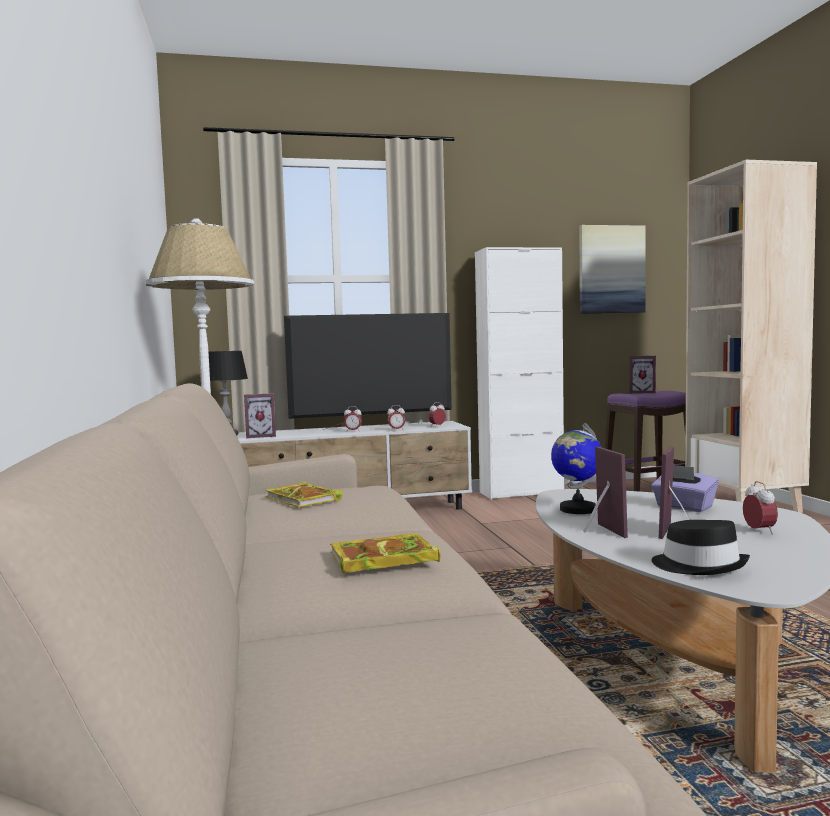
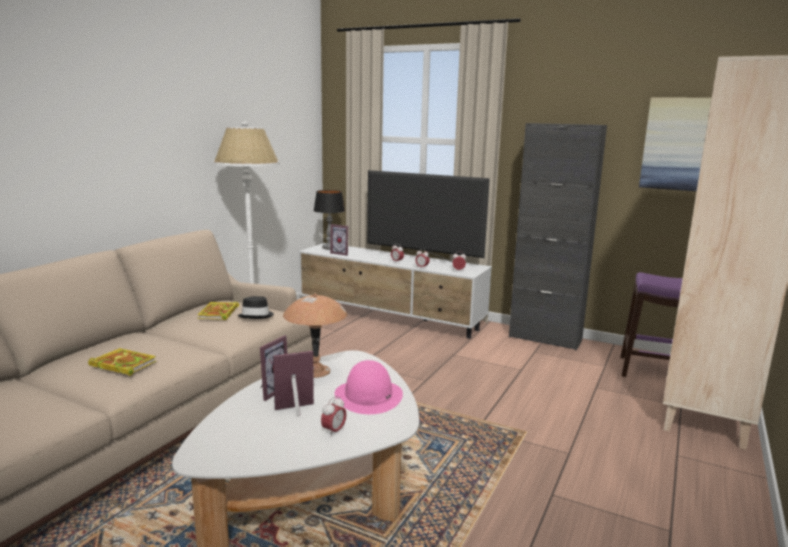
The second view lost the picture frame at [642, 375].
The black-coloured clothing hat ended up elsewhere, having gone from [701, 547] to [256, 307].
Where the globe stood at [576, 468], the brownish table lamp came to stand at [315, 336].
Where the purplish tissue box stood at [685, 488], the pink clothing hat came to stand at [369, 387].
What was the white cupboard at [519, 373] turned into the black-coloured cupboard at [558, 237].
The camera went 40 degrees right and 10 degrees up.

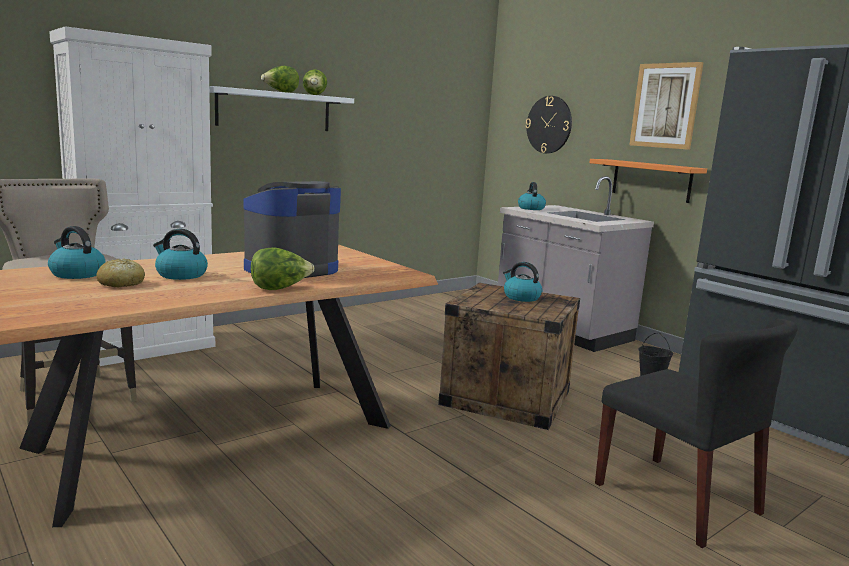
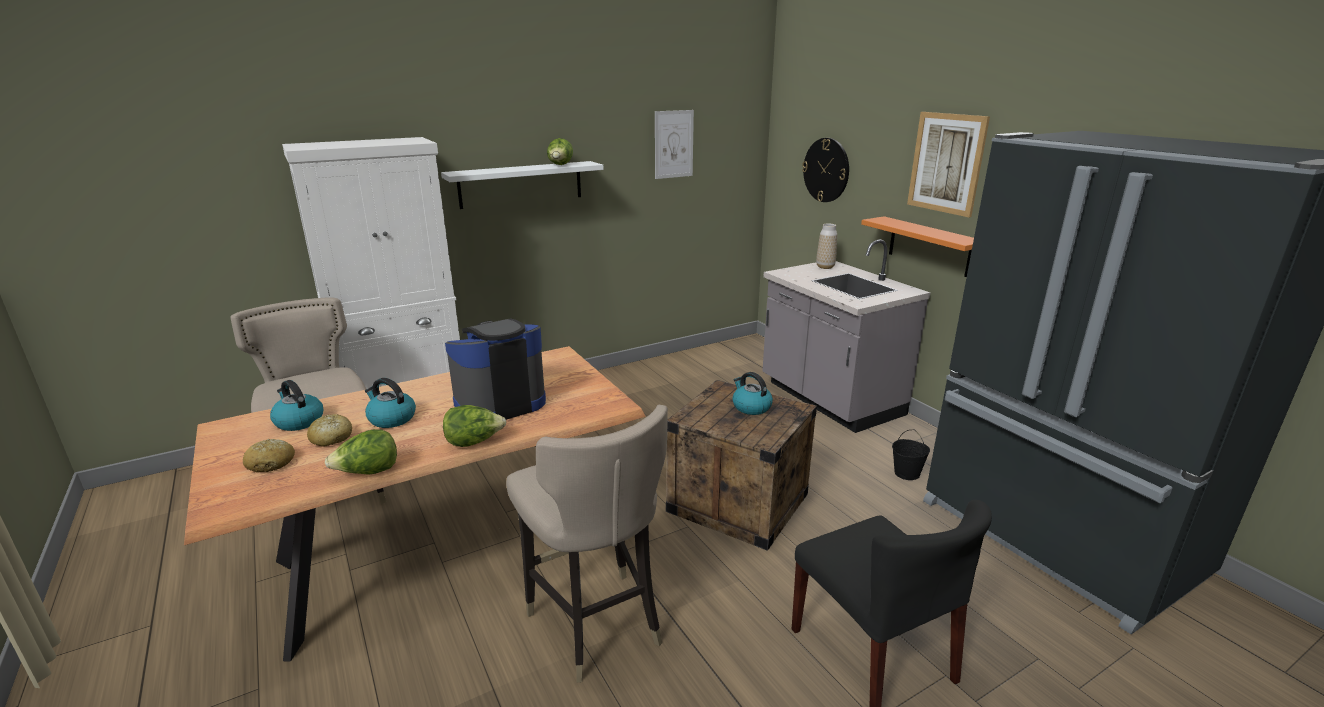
The second view lost the kettle at [532, 196].
The second view gained the bread at [269, 456].
The second view gained the sand-coloured stool at [587, 544].
The second view gained the picture at [674, 144].
The second view gained the flower vase at [826, 246].
The lettuce head ended up elsewhere, having gone from [280, 79] to [361, 452].
The camera went 10 degrees right and 10 degrees up.

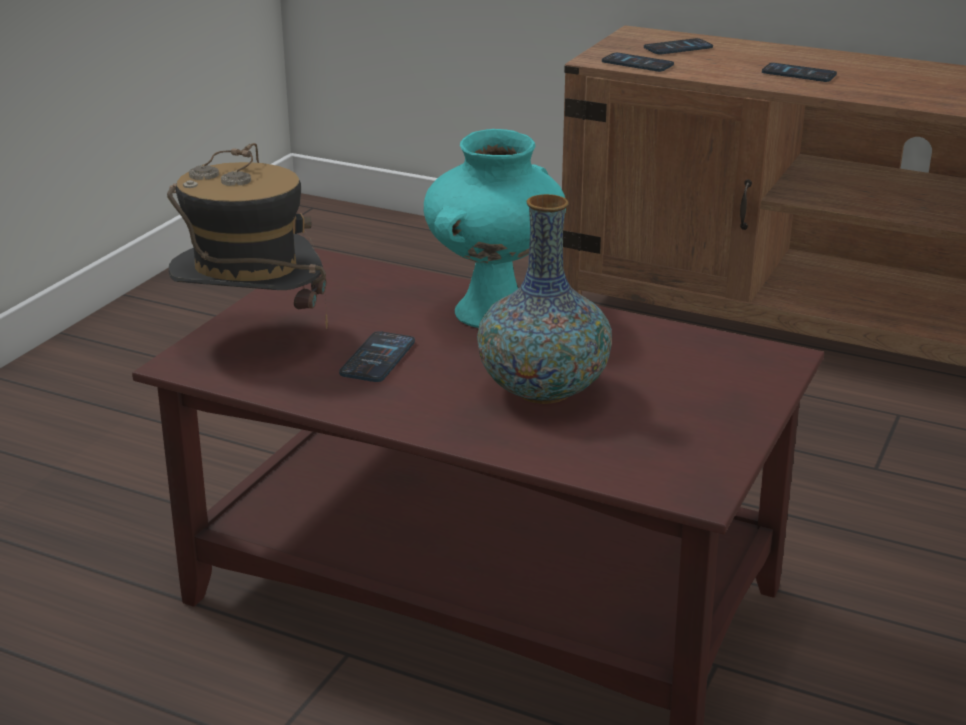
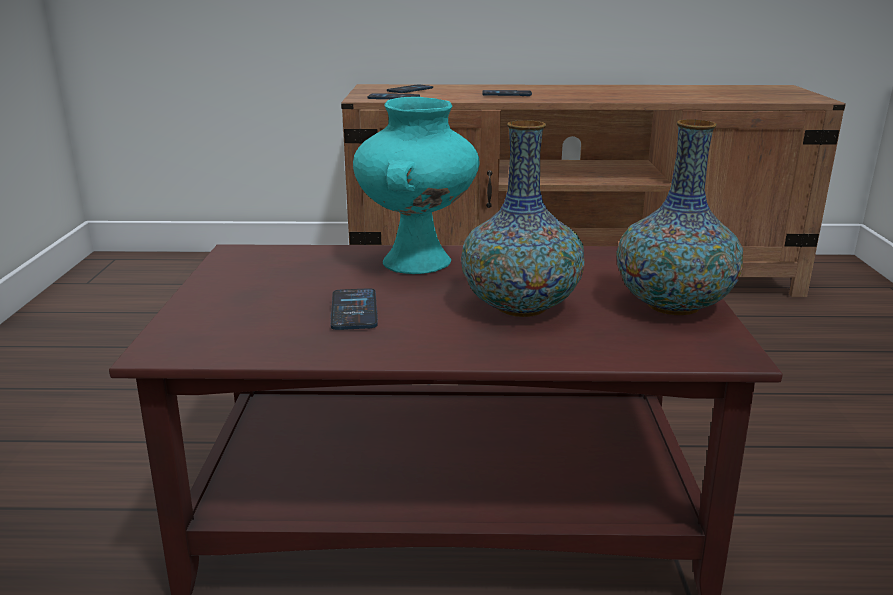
The second view lost the clothing hat at [247, 236].
The second view gained the flower vase at [679, 217].
The camera went 25 degrees left and 5 degrees down.

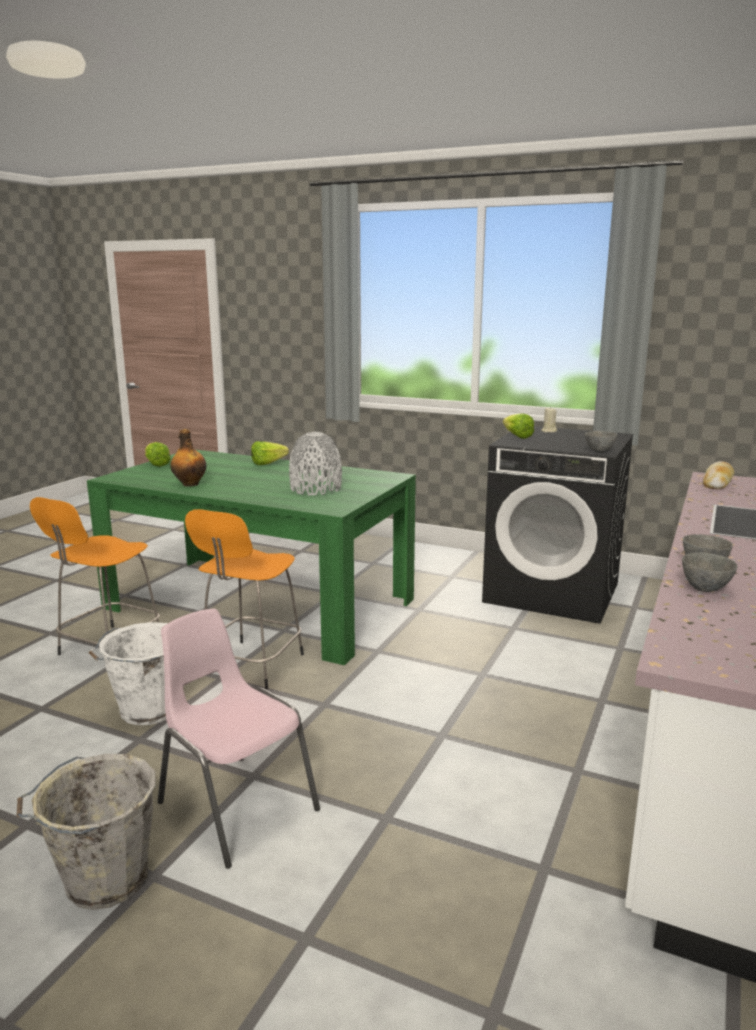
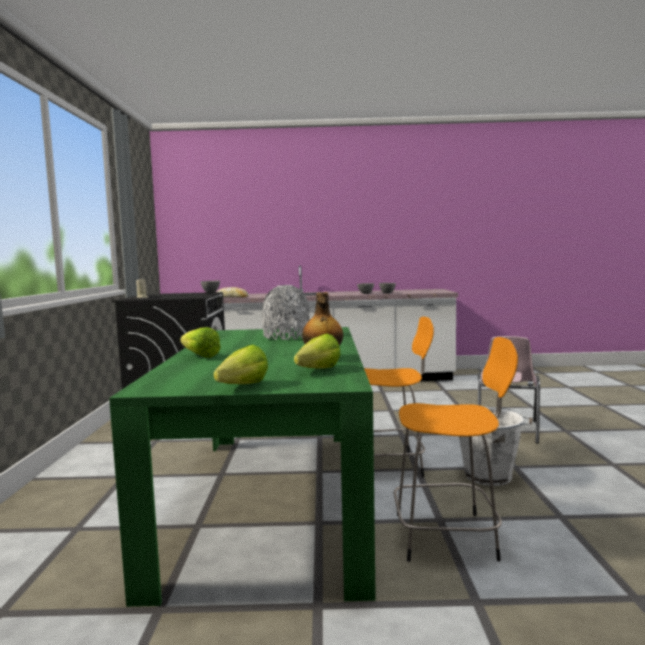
The second view lost the grey bucket at [86, 832].
The lettuce head ended up elsewhere, having gone from [518, 426] to [317, 351].
The camera went 115 degrees left and 10 degrees down.

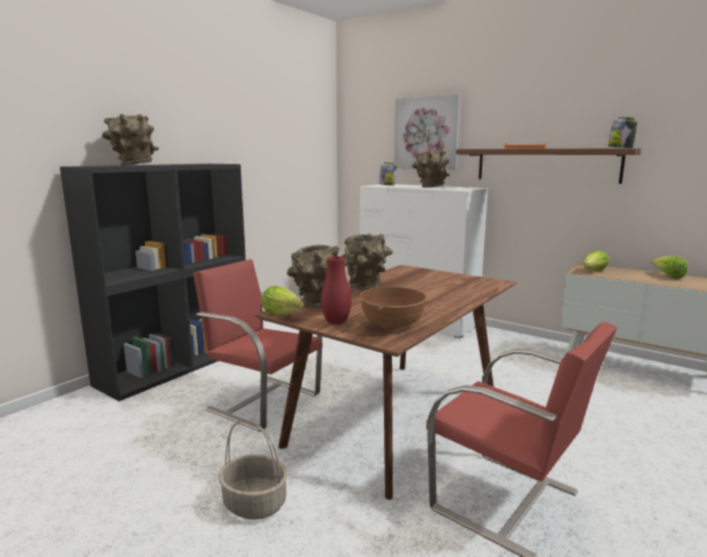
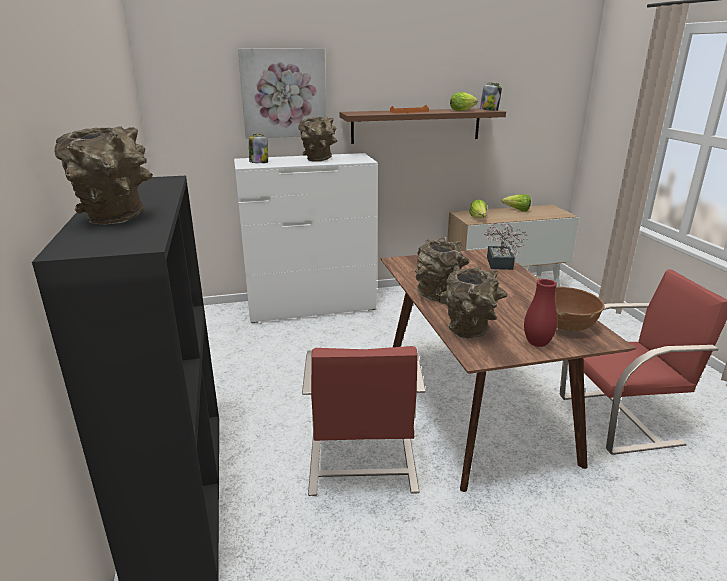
The second view lost the household basket at [253, 470].
The second view gained the plant in a pot at [506, 246].
The lettuce head ended up elsewhere, having gone from [282, 301] to [464, 101].
The red-coloured plain chair at [258, 345] ended up facing another way, 75 degrees counterclockwise from before.
The camera went 50 degrees left and 10 degrees up.

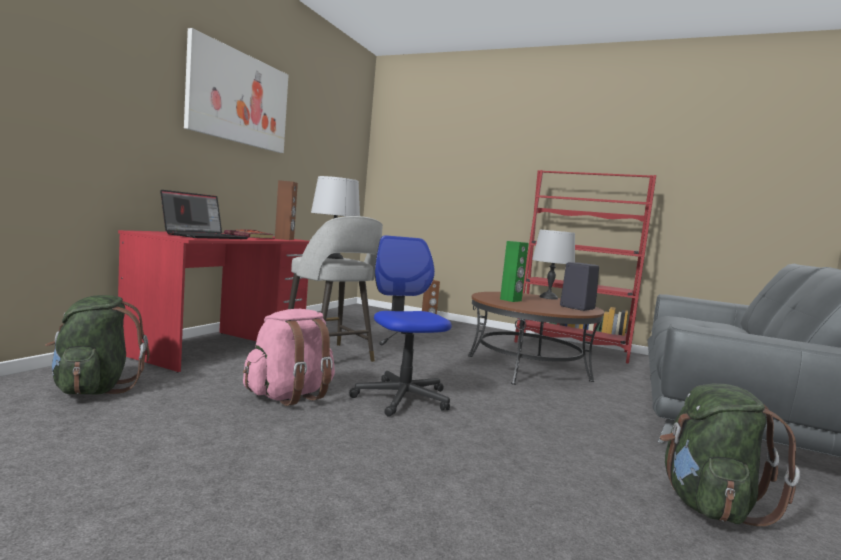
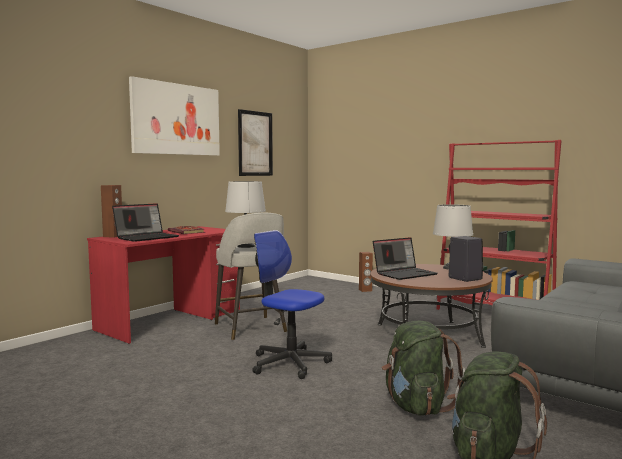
The second view lost the pink rucksack at [289, 357].
The second view gained the picture at [255, 142].
The green rucksack ended up elsewhere, having gone from [97, 344] to [423, 368].
The brownish audio speaker ended up elsewhere, having gone from [286, 210] to [111, 211].
Where the green audio speaker stood at [514, 271], the portable computer came to stand at [405, 258].
The desk chair at [400, 326] ended up facing another way, 45 degrees counterclockwise from before.
The camera went 15 degrees right and 0 degrees up.

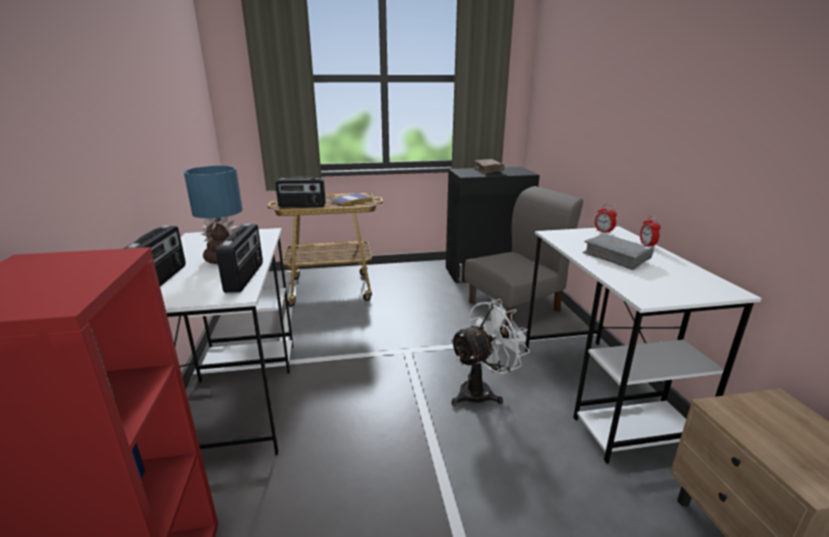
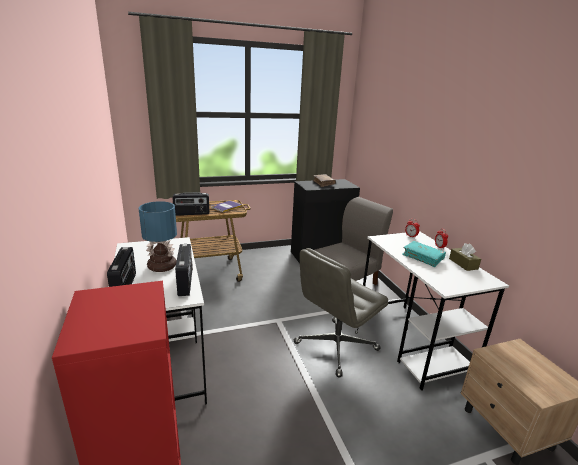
The second view gained the brownish tissue box at [465, 257].
Where the white cooling fan stood at [489, 352], the grey desk chair came to stand at [341, 312].
What was the grey volume at [618, 252] turned into the turquoise-coloured volume at [424, 254].
The camera went 10 degrees left and 0 degrees up.

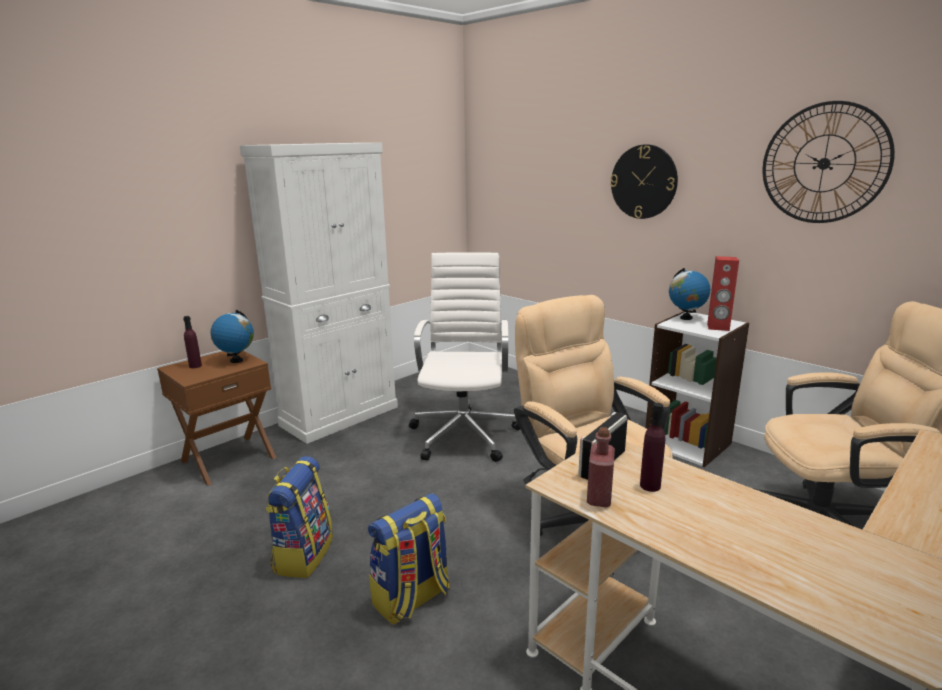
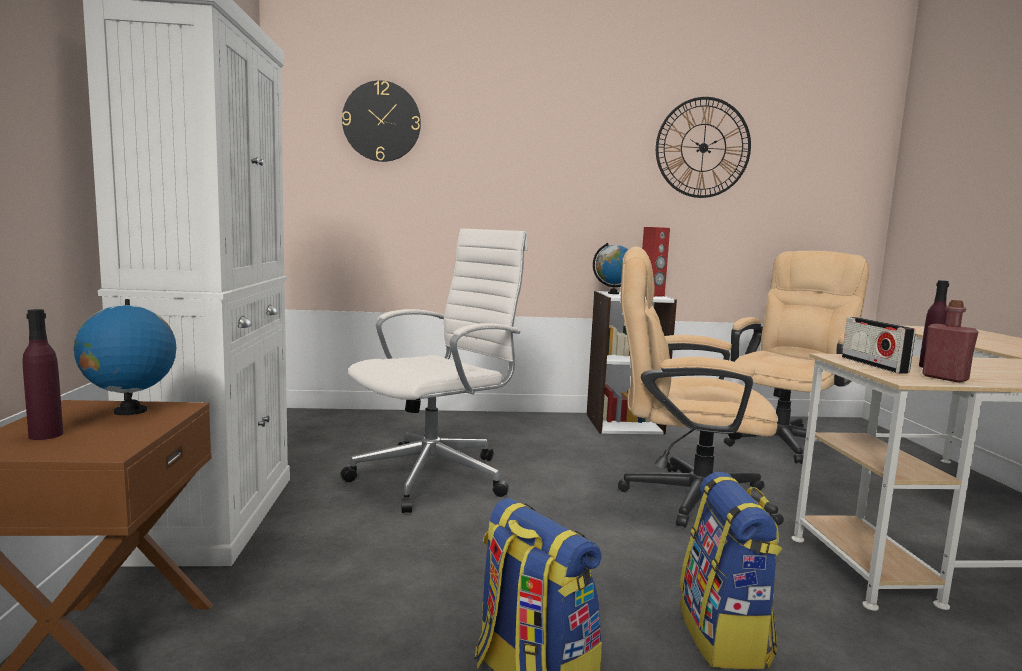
The hanging clock ended up elsewhere, having gone from [644, 181] to [381, 121].
The white desk chair at [464, 357] ended up facing another way, 90 degrees clockwise from before.
The camera went 50 degrees left and 10 degrees down.

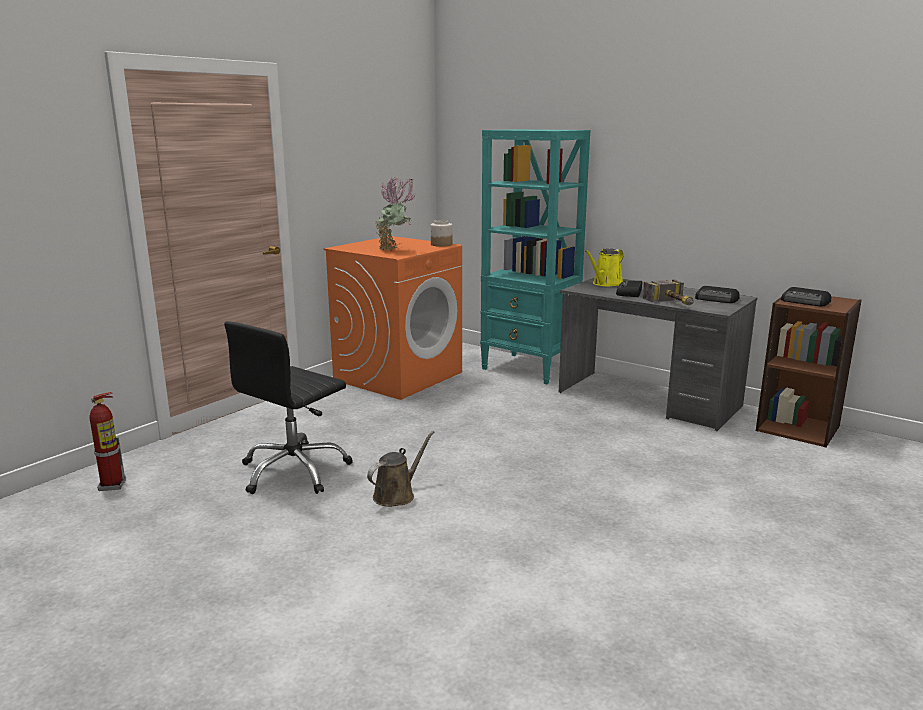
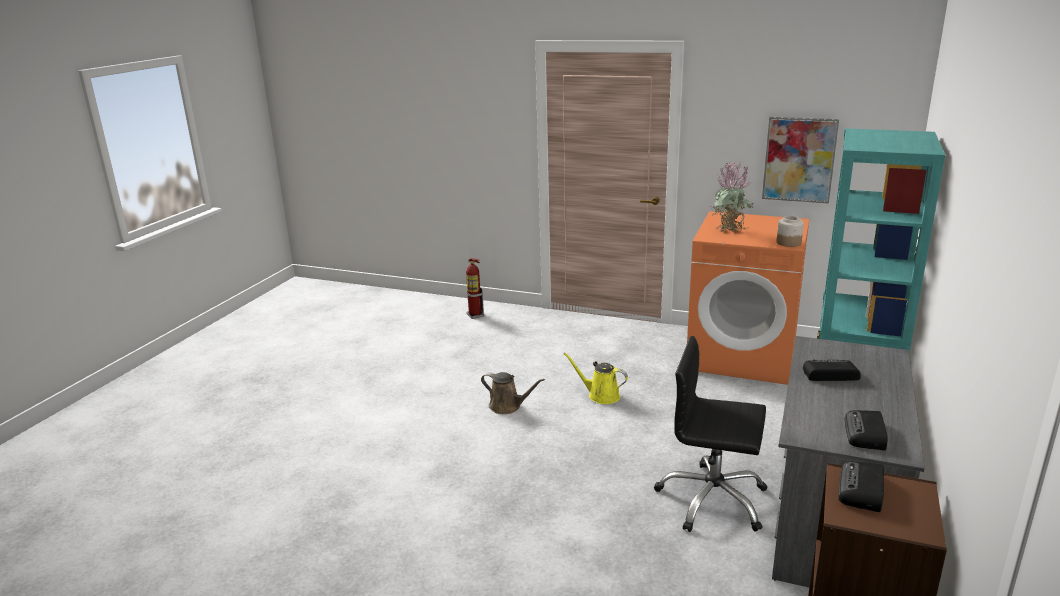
The second view lost the tool hammer at [668, 292].
The second view gained the picture at [800, 160].
The black-coloured desk chair ended up elsewhere, having gone from [288, 407] to [710, 434].
The yellow-coloured watering pot ended up elsewhere, having gone from [604, 267] to [595, 378].
The camera went 75 degrees right and 5 degrees up.

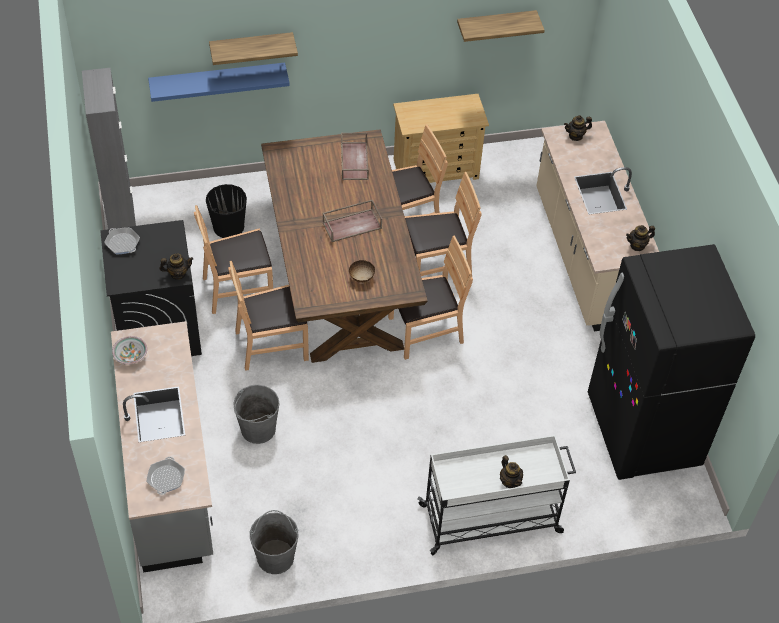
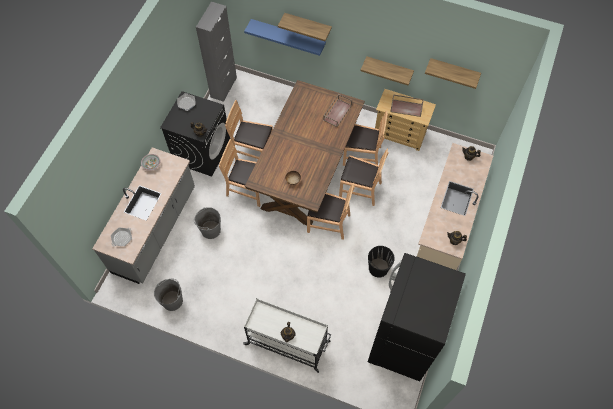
The second view gained the bracket shelf at [387, 70].
The black-coloured bucket ended up elsewhere, having gone from [226, 211] to [381, 261].
The brownish carrying tray ended up elsewhere, having gone from [352, 220] to [407, 105].
The camera went 35 degrees right and 10 degrees up.

